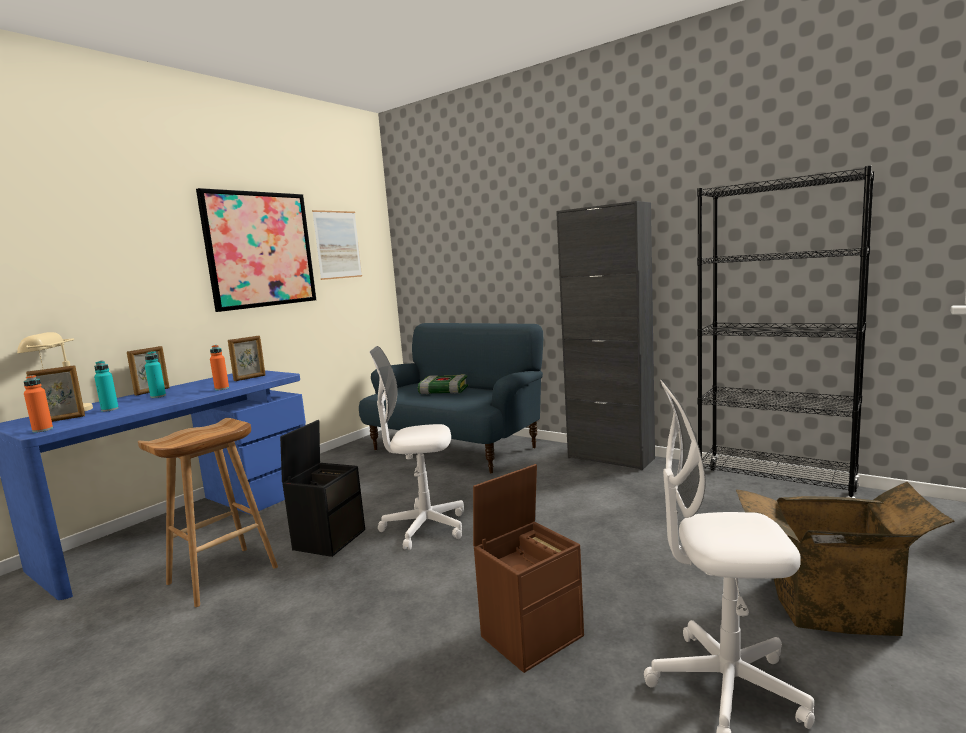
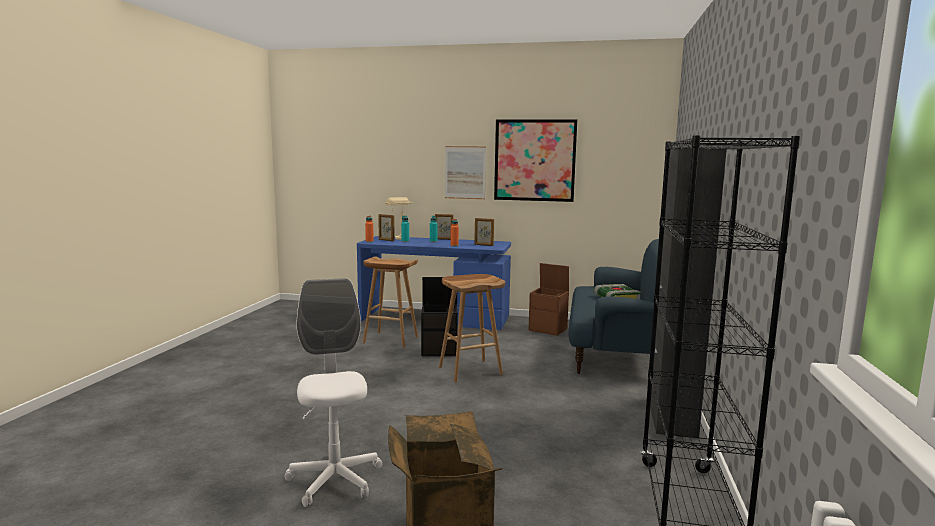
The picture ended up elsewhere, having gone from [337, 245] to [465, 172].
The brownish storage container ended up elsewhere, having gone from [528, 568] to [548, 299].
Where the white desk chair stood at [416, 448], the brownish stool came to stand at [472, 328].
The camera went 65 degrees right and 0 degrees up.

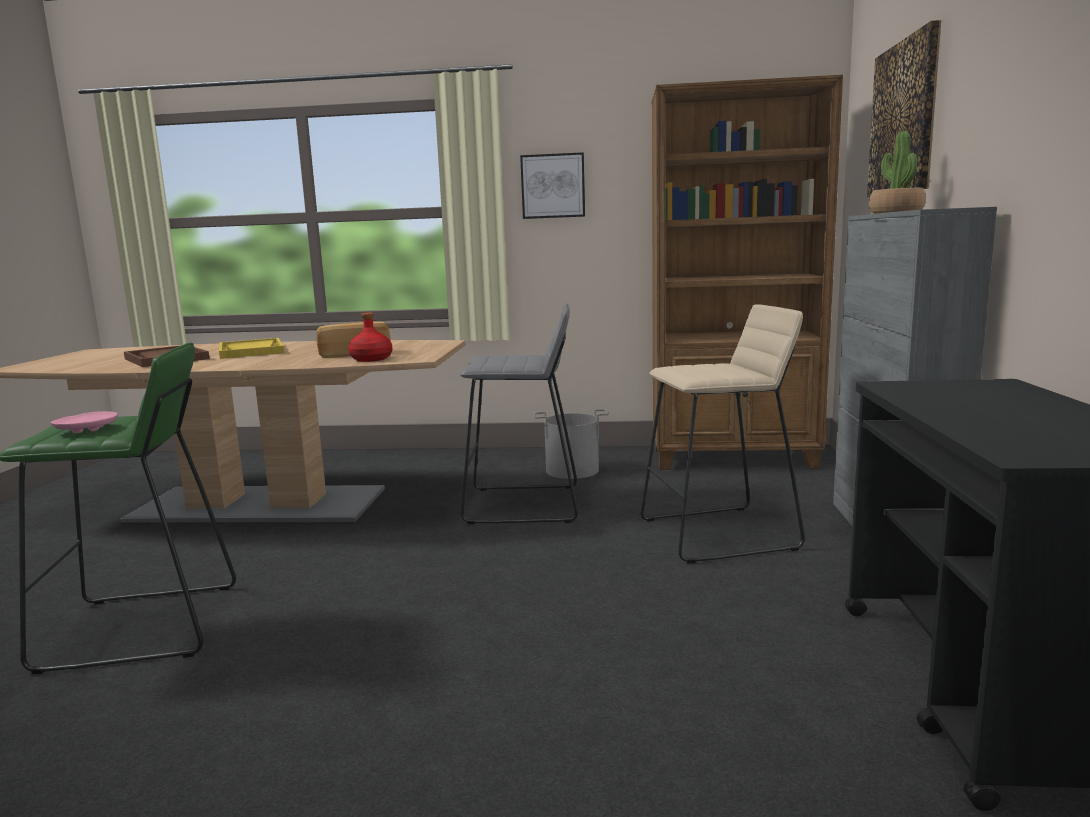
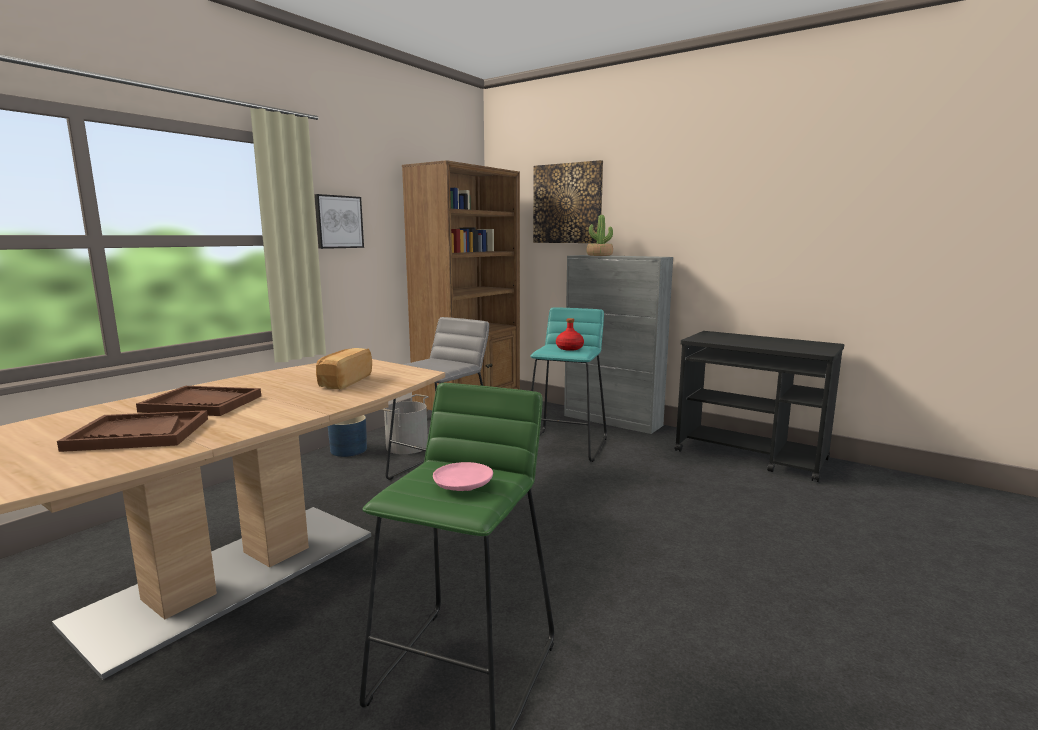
The second view gained the bluish plant pot at [347, 436].
The red-coloured drink bottle ended up elsewhere, having gone from [370, 337] to [570, 334].
What was the yellow-coloured carrying tray at [251, 348] turned into the brownish carrying tray at [198, 401].
What was the sand-coloured stool at [723, 433] turned into the turquoise-coloured stool at [568, 385].
The camera went 60 degrees left and 0 degrees up.

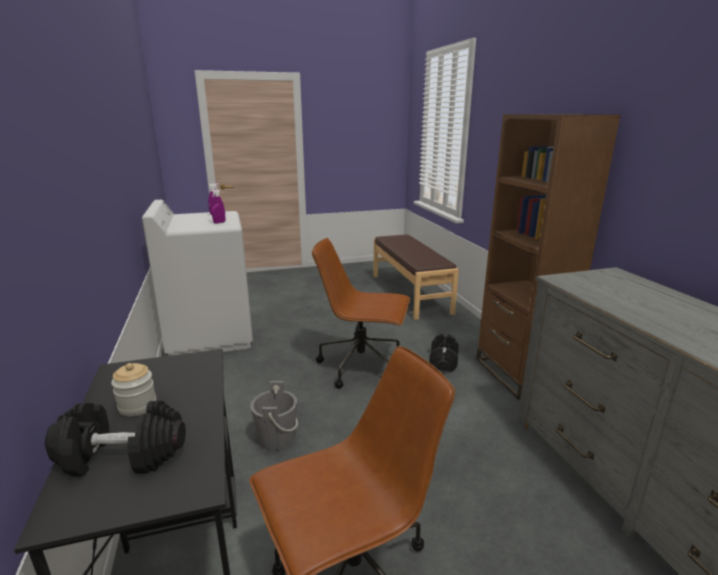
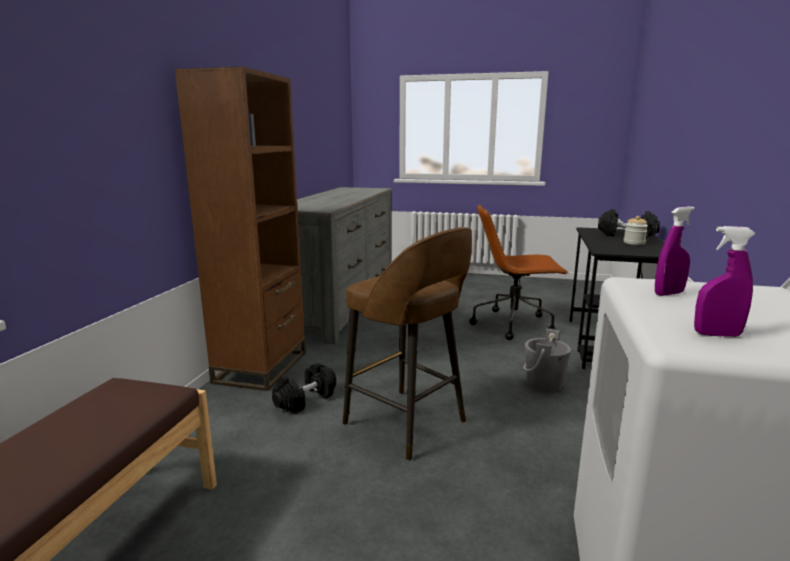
Where the brownish desk chair stood at [361, 313], the brownish stool came to stand at [407, 344].
The camera went 150 degrees left and 5 degrees down.

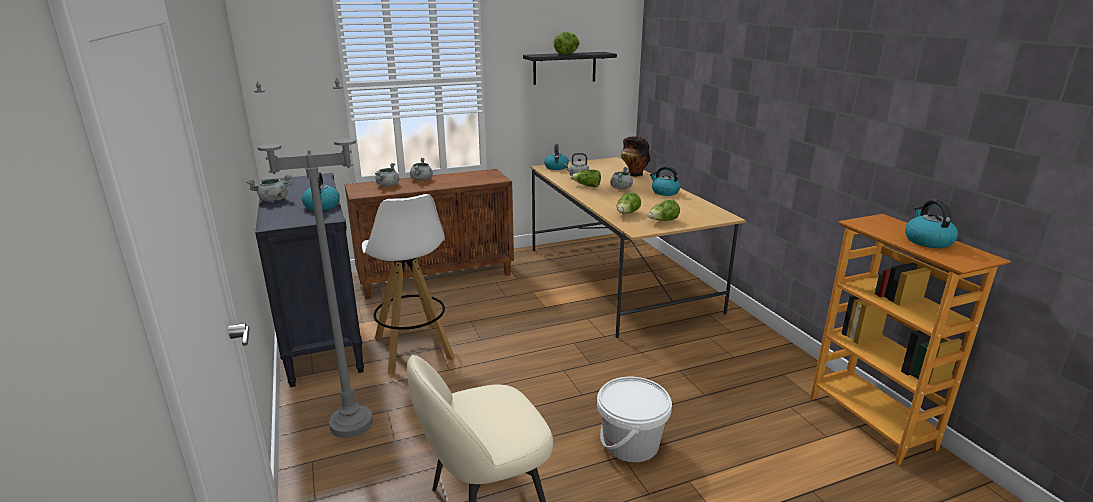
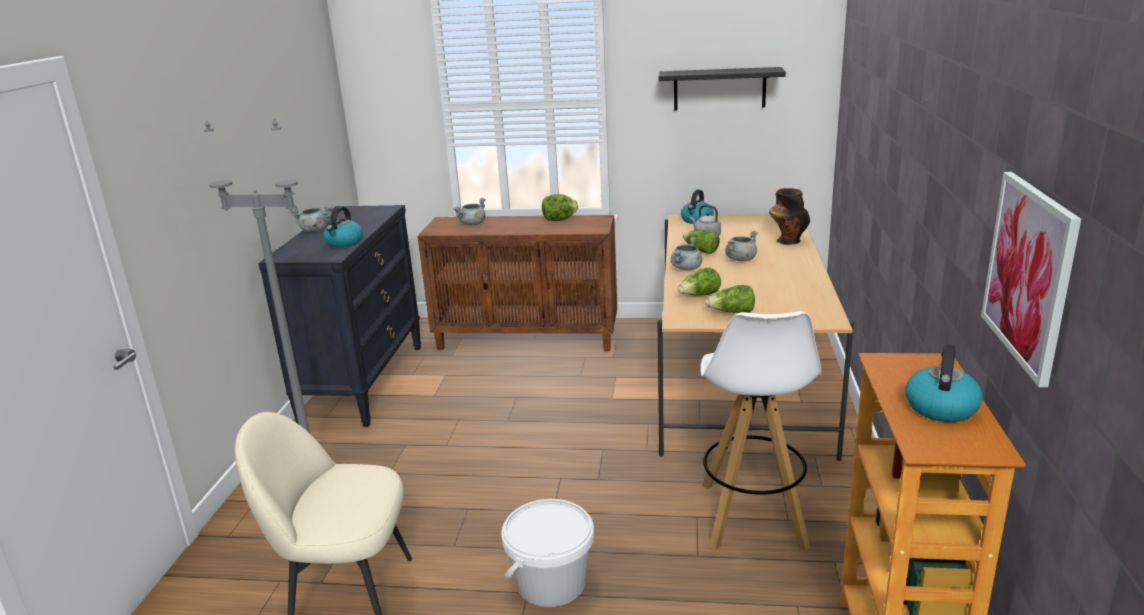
The second view lost the kettle at [665, 181].
The second view gained the picture at [1031, 279].
The white stool ended up elsewhere, having gone from [408, 284] to [761, 431].
The grey stockpot ended up elsewhere, having gone from [421, 169] to [687, 253].
The lettuce head ended up elsewhere, having gone from [566, 43] to [560, 207].
The camera went 30 degrees right and 0 degrees up.

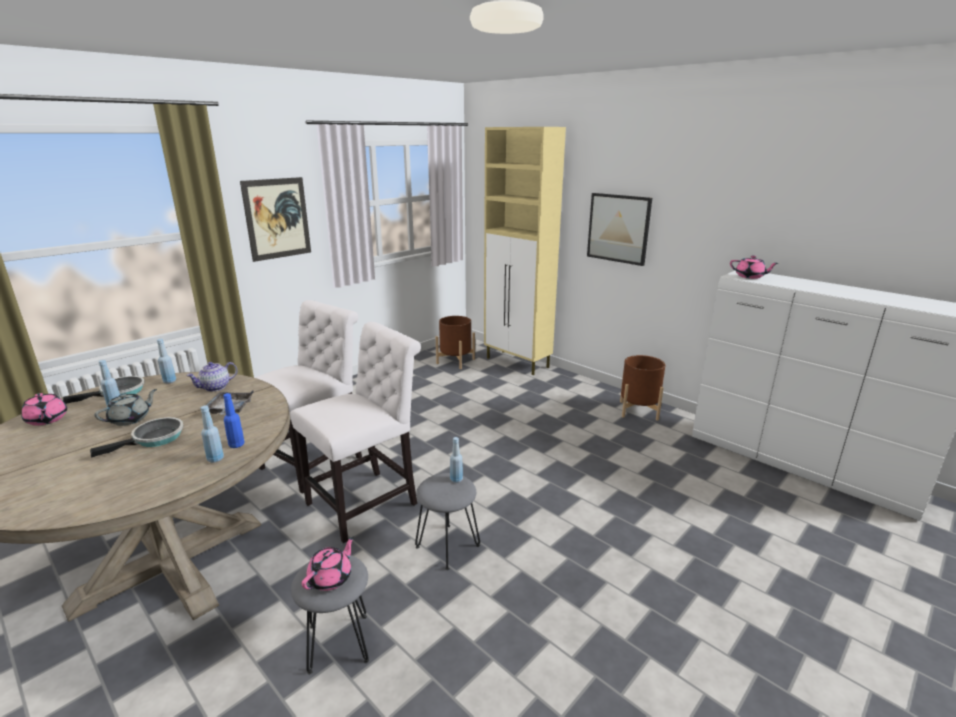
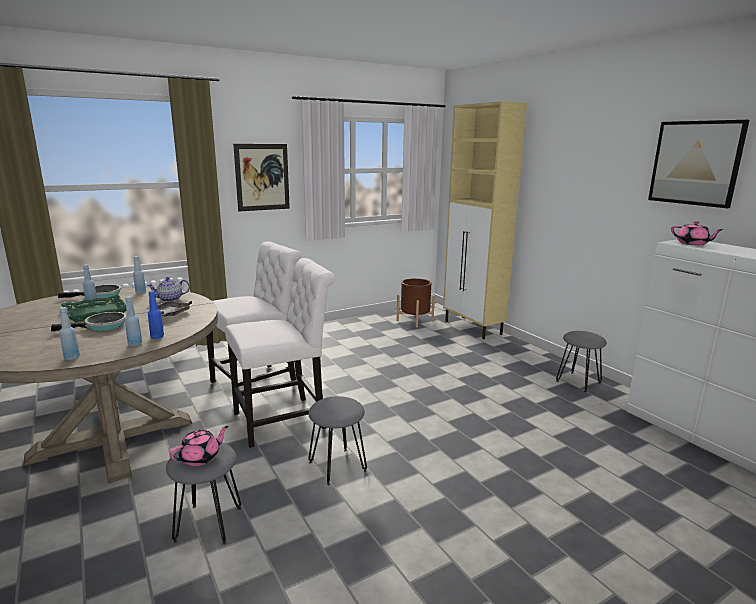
The second view lost the pink pot for tea at [44, 409].
The bluish drink bottle ended up elsewhere, having gone from [456, 460] to [69, 333].
The picture ended up elsewhere, having gone from [619, 229] to [698, 164].
Where the grey pot for tea stood at [125, 407], the green carrying tray came to stand at [93, 308].
Where the brownish plant pot stood at [642, 388], the grey stool came to stand at [581, 361].
The camera went 15 degrees right and 5 degrees down.

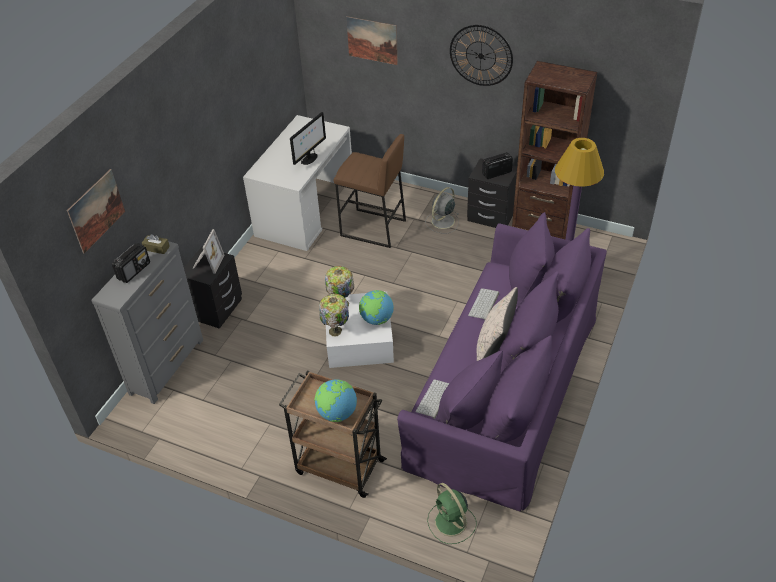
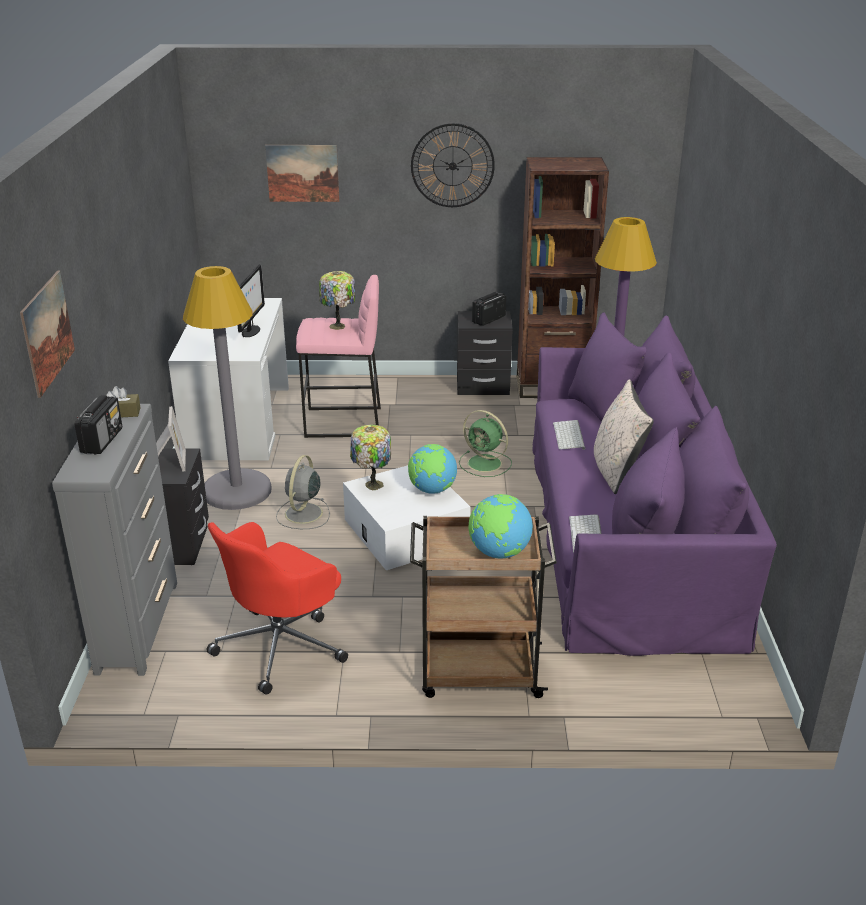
The second view gained the grey floor lamp at [227, 388].
The second view gained the red-coloured desk chair at [277, 608].
The table lamp ended up elsewhere, having gone from [334, 315] to [337, 300].
The grey cooling fan ended up elsewhere, having gone from [442, 210] to [303, 492].
The green cooling fan ended up elsewhere, having gone from [452, 513] to [485, 443].
What was the brownish stool at [370, 191] turned into the pink stool at [338, 356].
The camera went 25 degrees left and 15 degrees down.

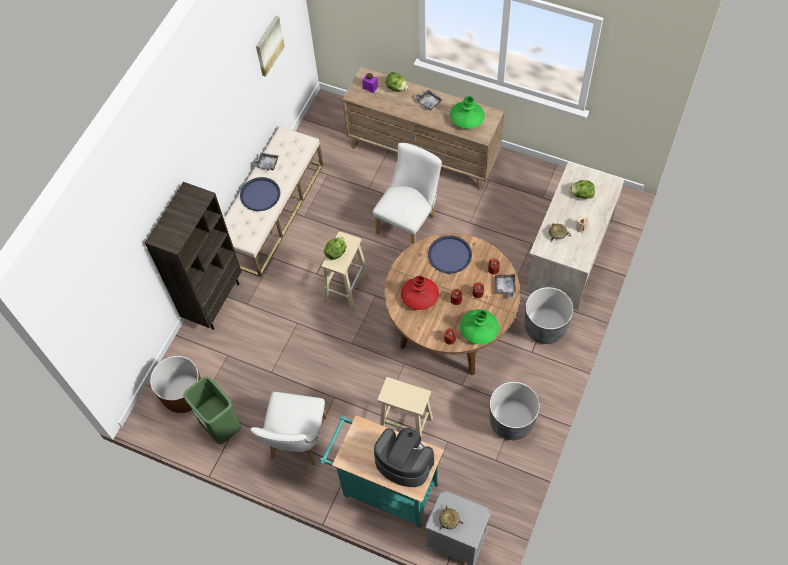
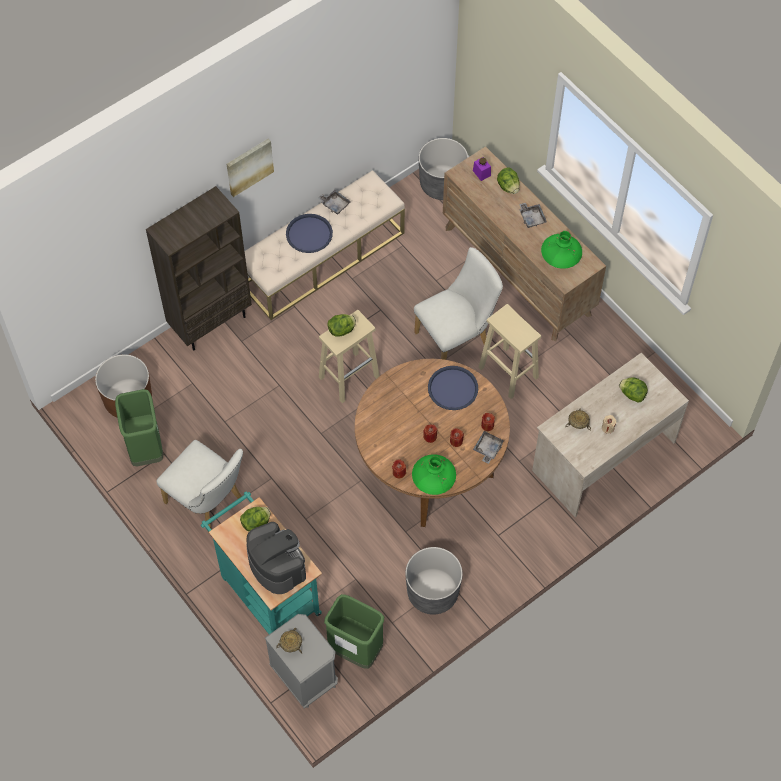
The second view lost the red-coloured flower vase at [420, 292].
The second view gained the lettuce head at [255, 519].
The second view gained the green trash can at [354, 631].
The picture ended up elsewhere, having gone from [270, 46] to [250, 168].
The sand-coloured stool ended up elsewhere, having gone from [405, 409] to [509, 351].
The grey plant pot ended up elsewhere, having gone from [549, 315] to [443, 169].
The white plain chair at [288, 428] ended up facing another way, 90 degrees counterclockwise from before.
The camera went 25 degrees right and 0 degrees up.

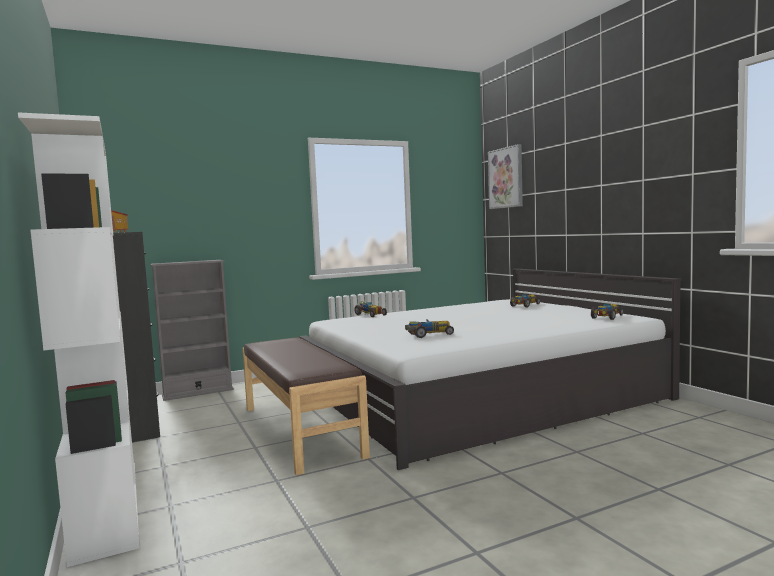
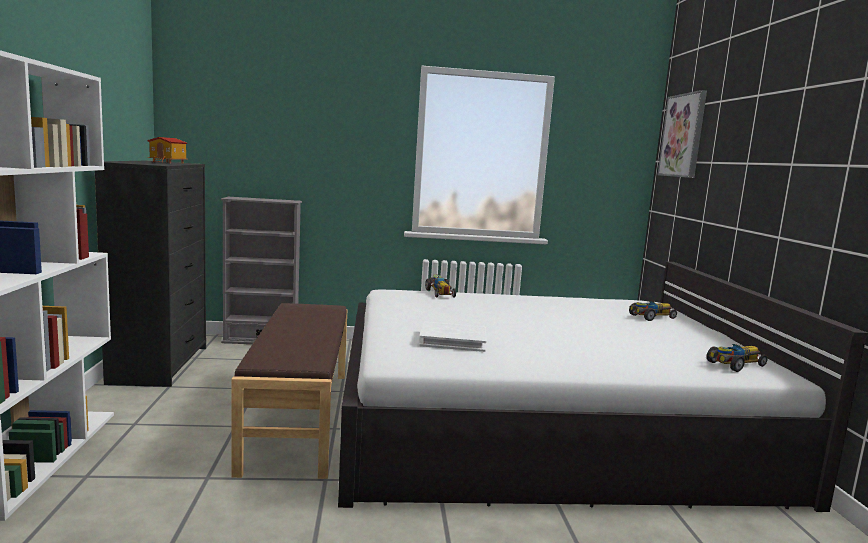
Where the miniature car stood at [429, 328], the white volume came to stand at [453, 336].
The camera went 20 degrees right and 5 degrees up.

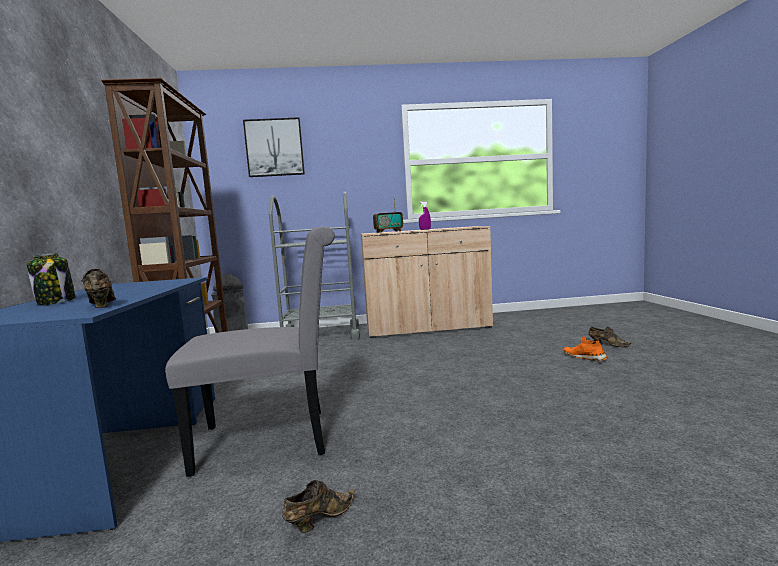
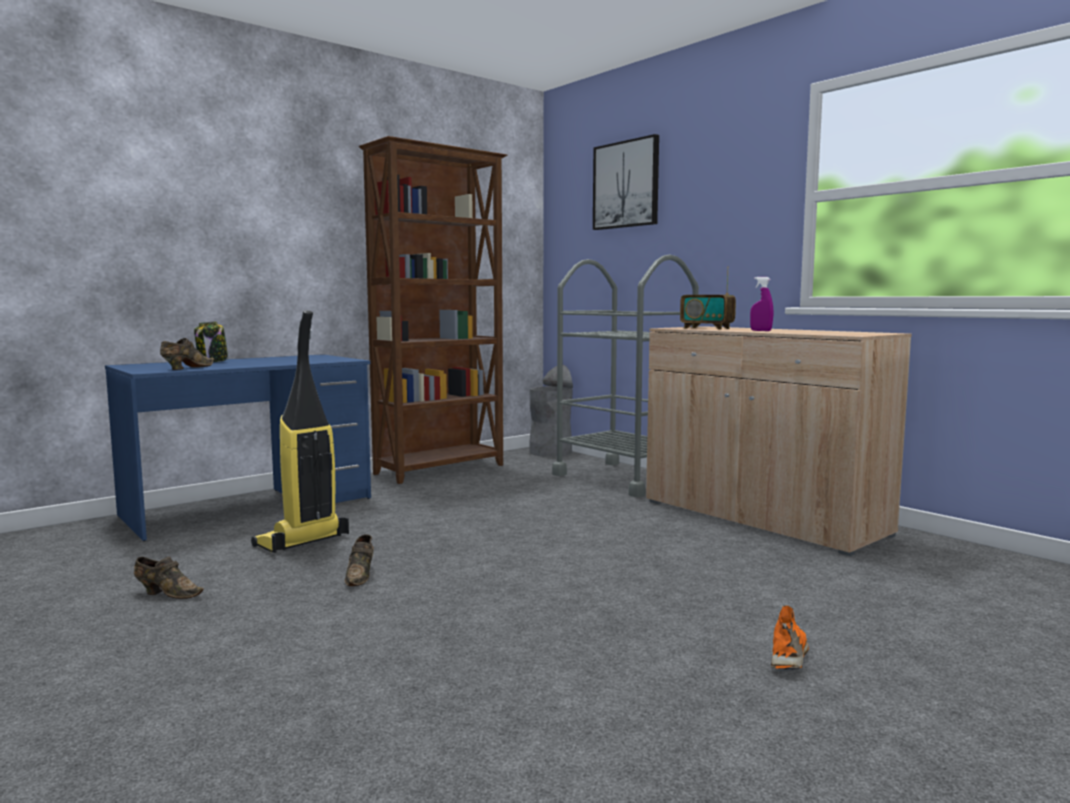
The brownish item of footwear ended up elsewhere, having gone from [610, 337] to [359, 560].
Where the grey plain chair stood at [250, 351], the vacuum came to stand at [300, 431].
The camera went 55 degrees right and 0 degrees up.

